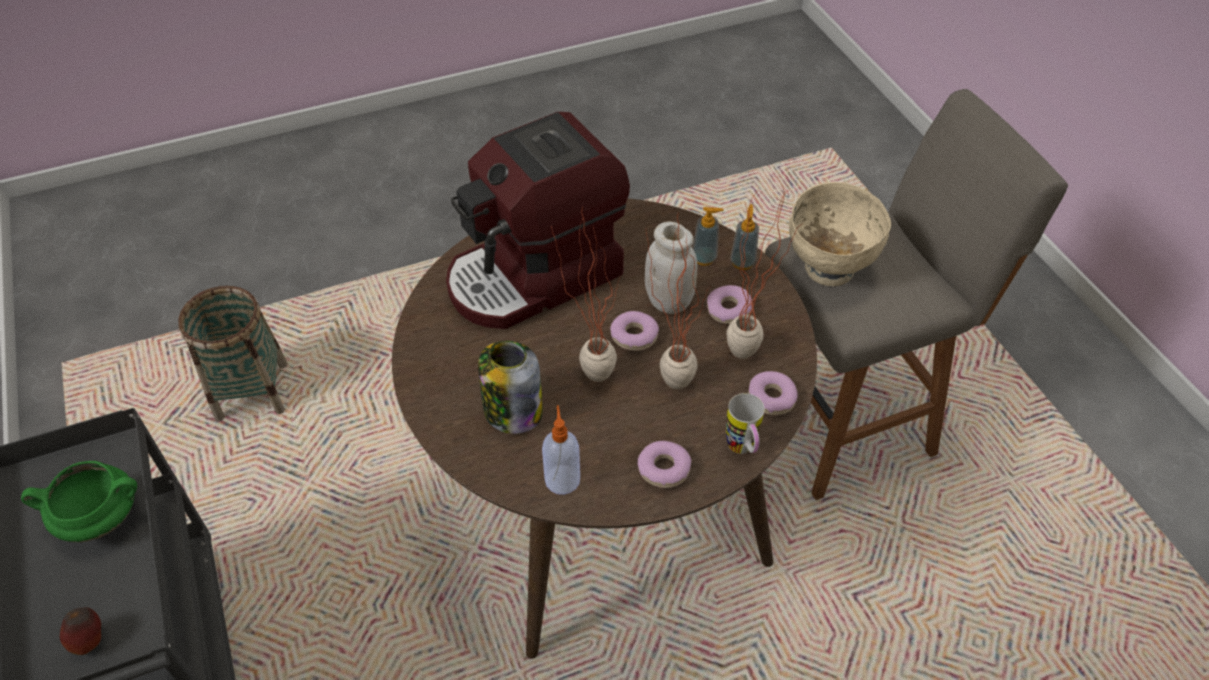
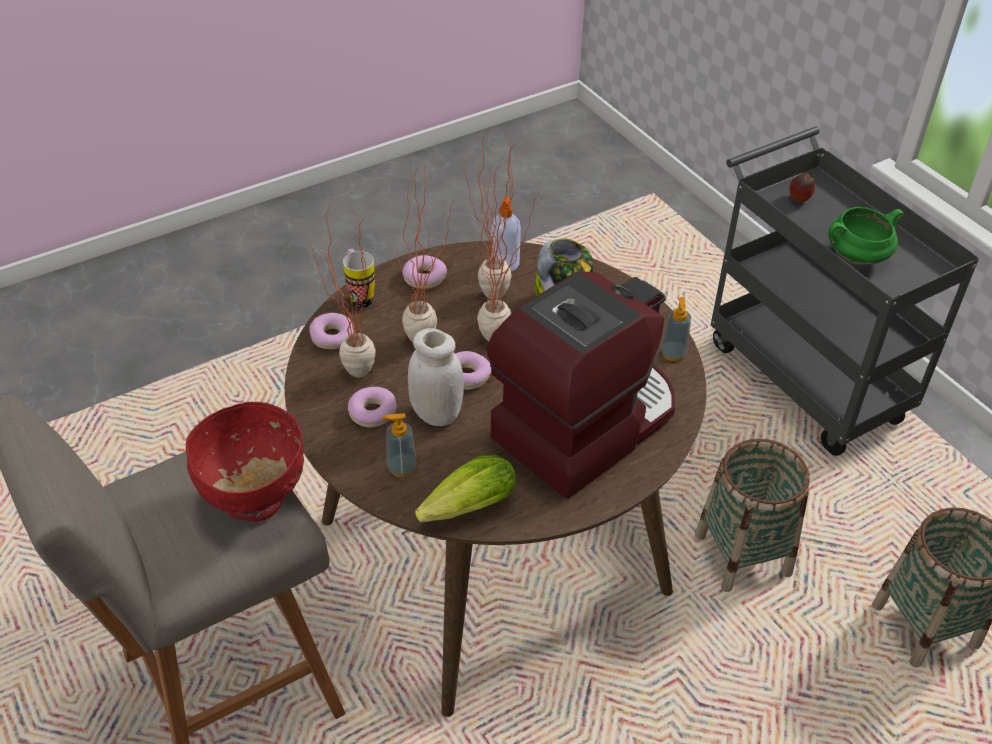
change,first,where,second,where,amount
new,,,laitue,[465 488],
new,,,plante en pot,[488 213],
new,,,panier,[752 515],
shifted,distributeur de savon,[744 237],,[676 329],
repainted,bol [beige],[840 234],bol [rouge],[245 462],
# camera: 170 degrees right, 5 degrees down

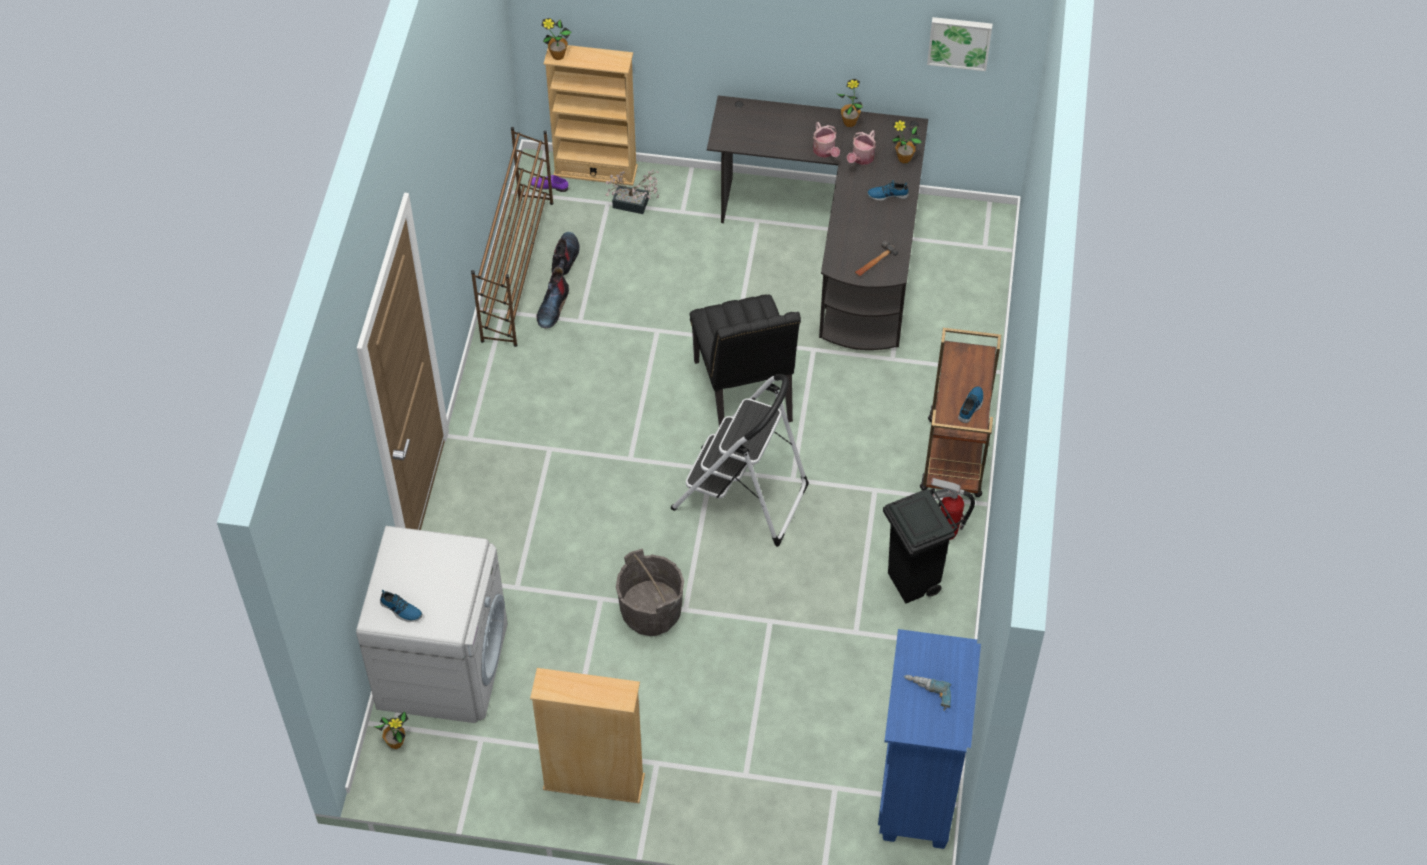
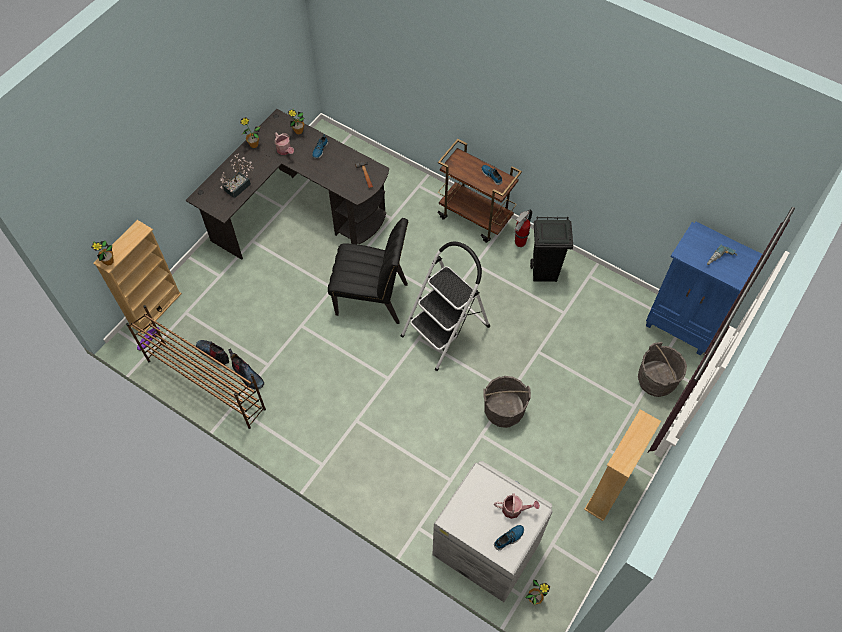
change,first,where,second,where,amount
gone,tableau,[960 44],,,
new,,,seau [gris],[662 369],
shifted,plante en pot,[632 192],,[237 176],
shifted,arrosoir,[826 140],,[517 506],
# camera: 65 degrees left, 5 degrees up

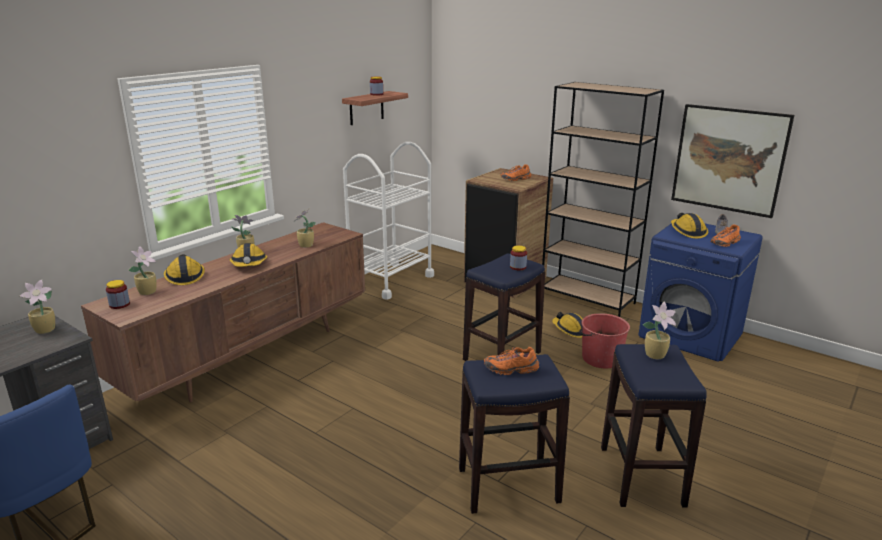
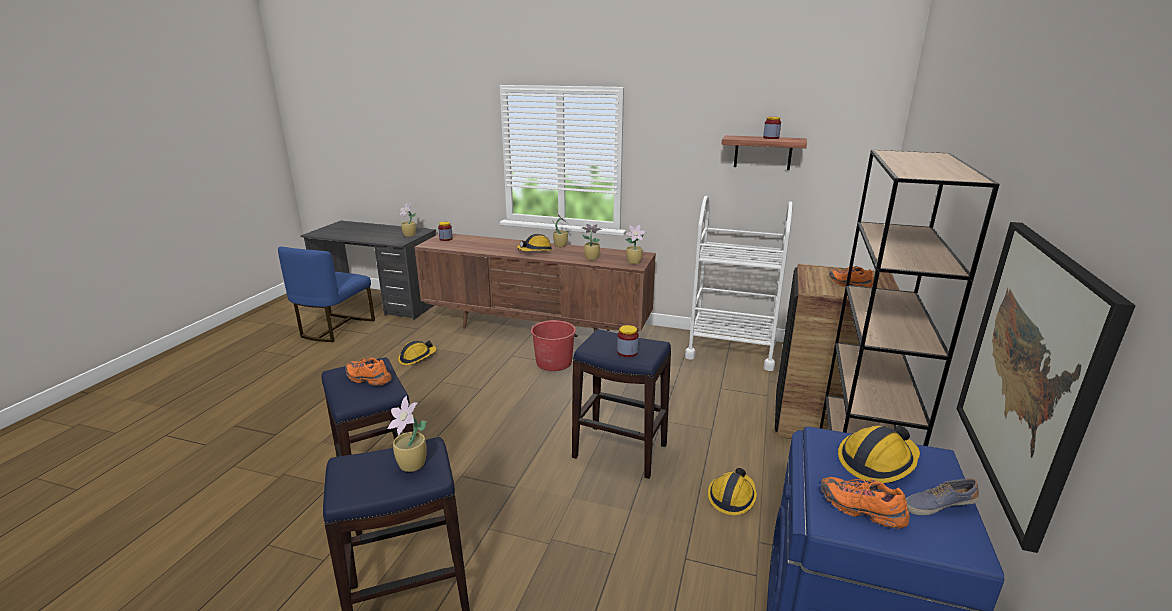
change,first,where,second,where,amount
shifted,plante en pot,[142 270],,[635 244],
shifted,casque de chantier,[184 269],,[417 352],
shifted,seau [rouge],[604 340],,[554 345],
rotated,chaussure [orange],[511 361],,[368 371],45 degrees counterclockwise
# camera: 70 degrees right, 0 degrees up

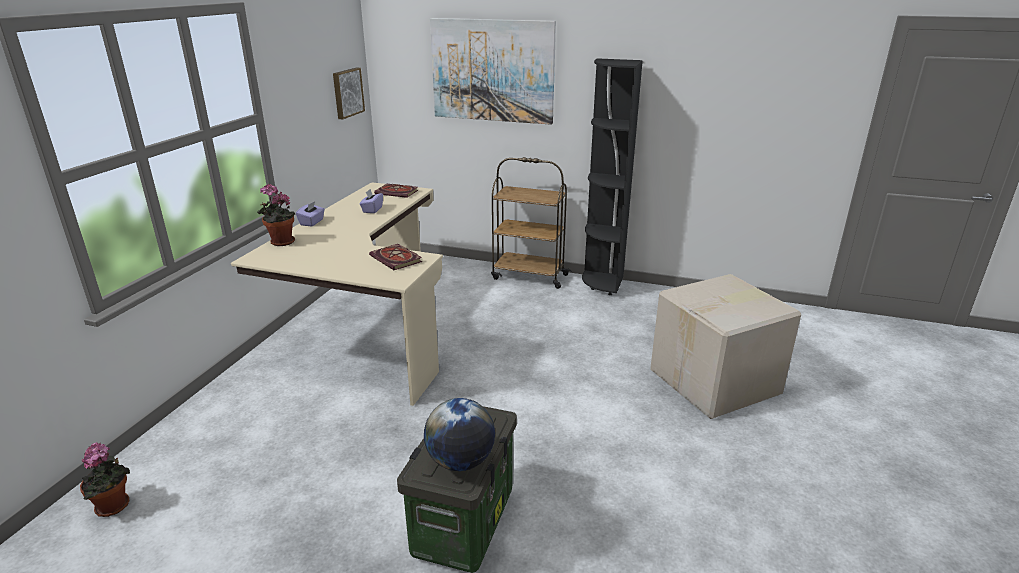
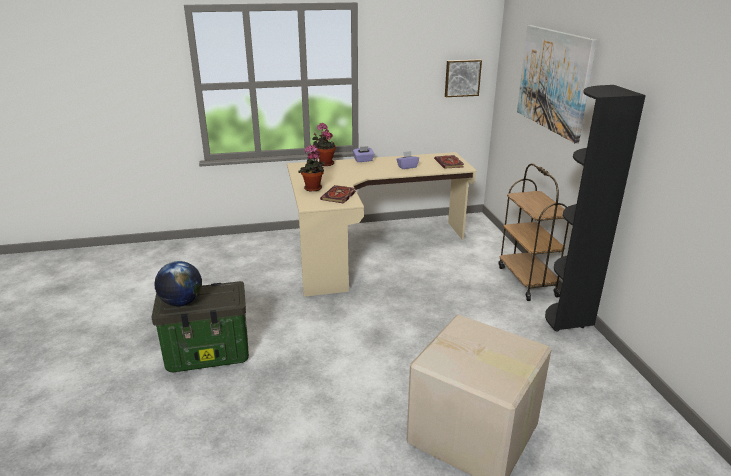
change,first,where,second,where,amount
shifted,plante en pot,[105 479],,[311 168],
# camera: 60 degrees right, 0 degrees up

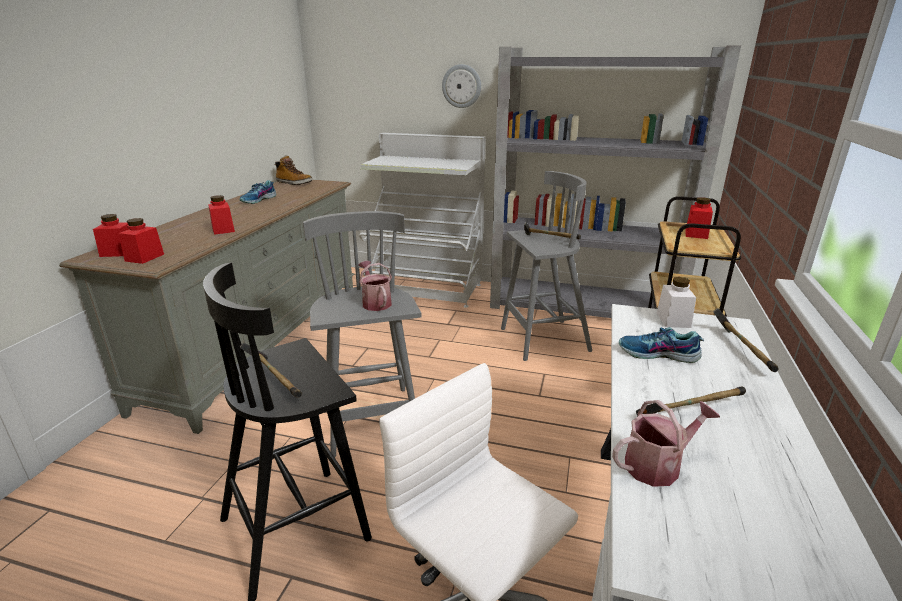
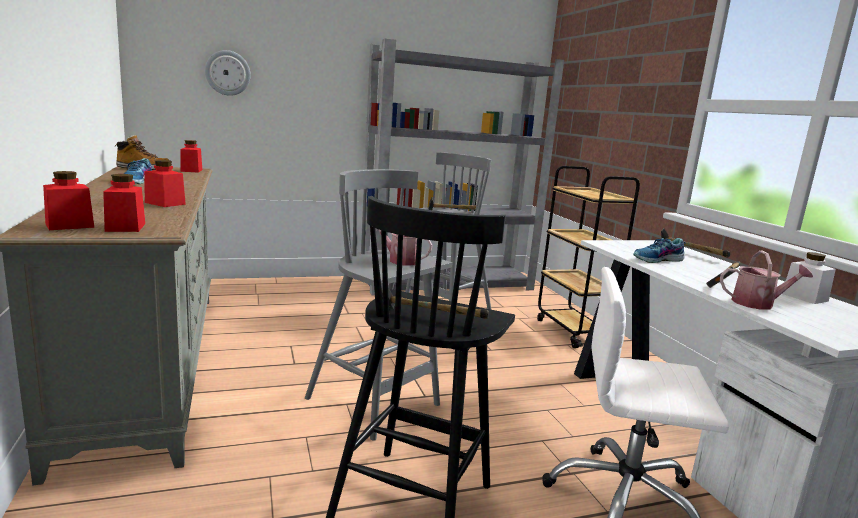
change,first,where,second,where,amount
gone,étagère à chaussures [blanc],[422 220],,,
shifted,horloge murale,[461 86],,[228 73],
shifted,bocal [blanc],[676 302],,[809 278],
shifted,bocal [rouge],[699 218],,[191 156],
rotated,arrosoir,[666 443],,[766 280],60 degrees clockwise
# camera: 35 degrees left, 10 degrees down

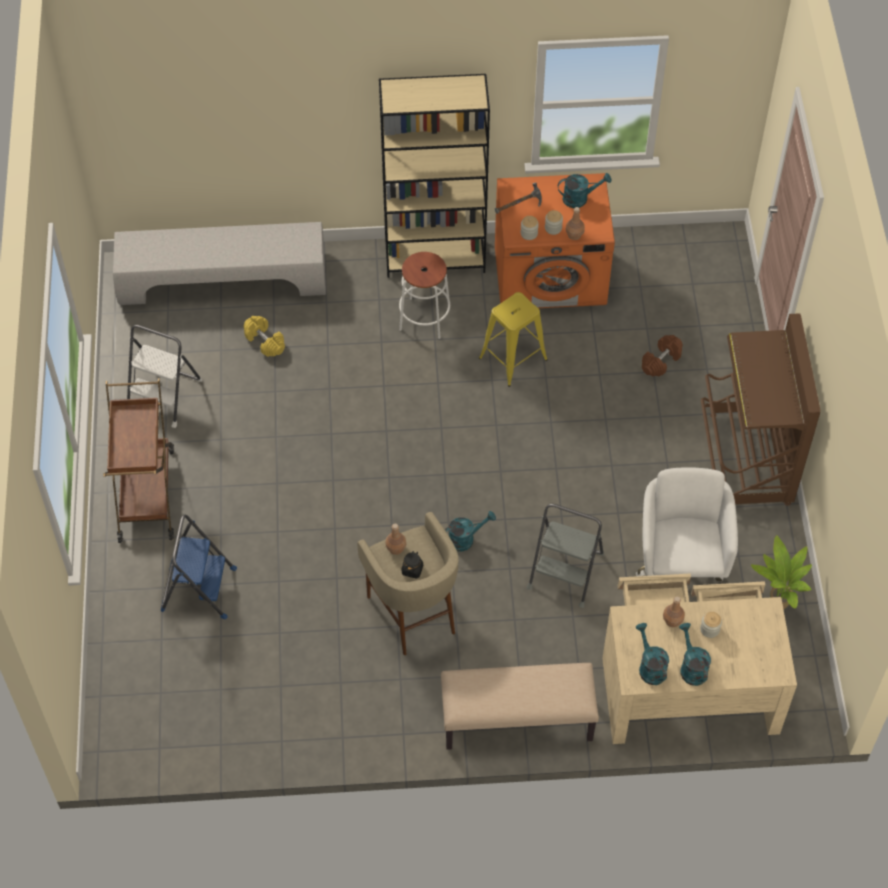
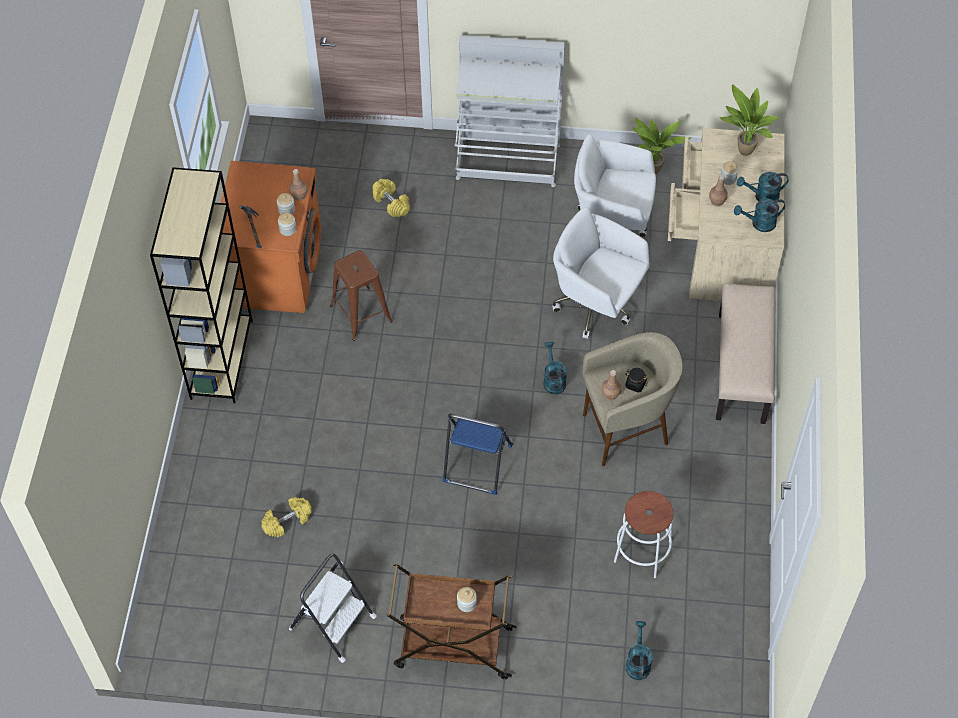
change,first,where,second,where,amount
gone,banc [gris],[219 263],,,
new,,,bocal,[467 599],
new,,,plante en pot,[749 120],
shifted,escabeau [bleu],[199 567],,[478 454],
shifted,tabouret [blanc],[424 295],,[643 534],
shifted,arrosoir [turquoise],[584 190],,[639 650],
swapped,escabeau [gris],[565 556],chaise de bureau [blanc],[600 273],
repainted,tabouret [jaune],[513 339],tabouret [marron],[361 295],
repainted,haltère [marron],[662 355],haltère [jaune],[391 198],
repainted,étagère à chaussures [marron],[761 409],étagère à chaussures [blanc],[509 111],
# camera: 80 degrees left, 0 degrees up

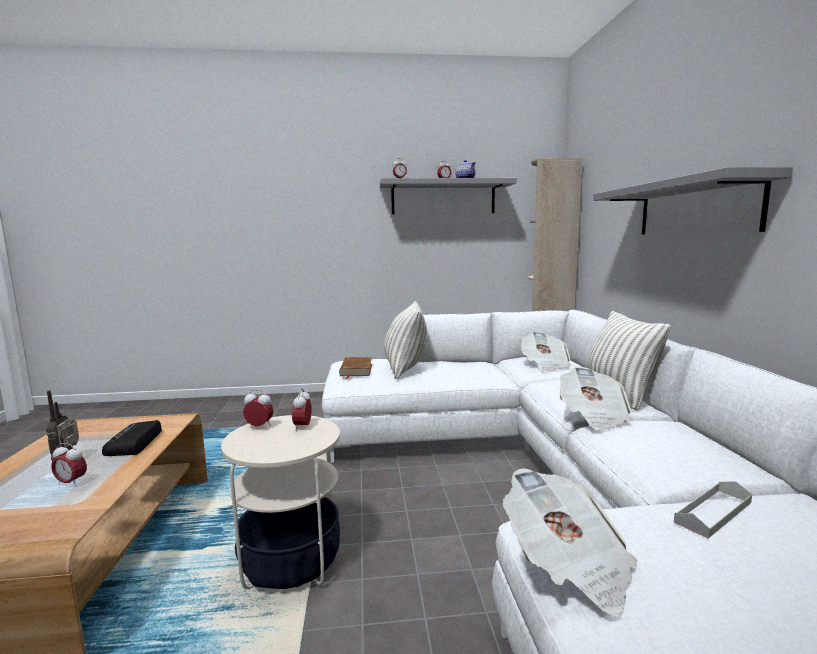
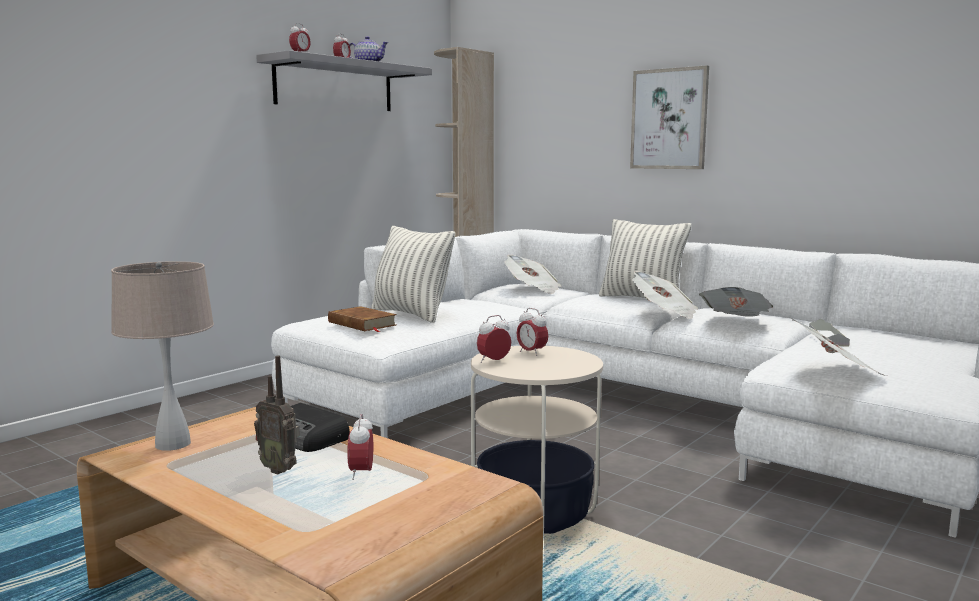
change,first,where,second,where,amount
new,,,lampe de table [beige],[162 356],
new,,,journal,[736 302],
swapped,étagère [gris],[693 201],tableau,[669 117],
rotated,réveil,[69 465],,[360 447],120 degrees clockwise
# camera: 45 degrees left, 0 degrees up

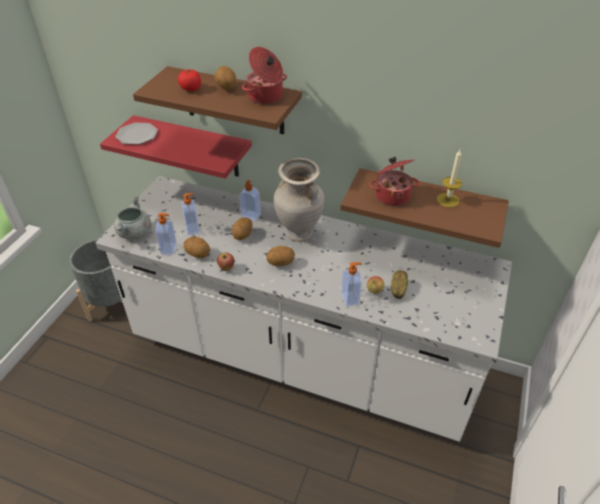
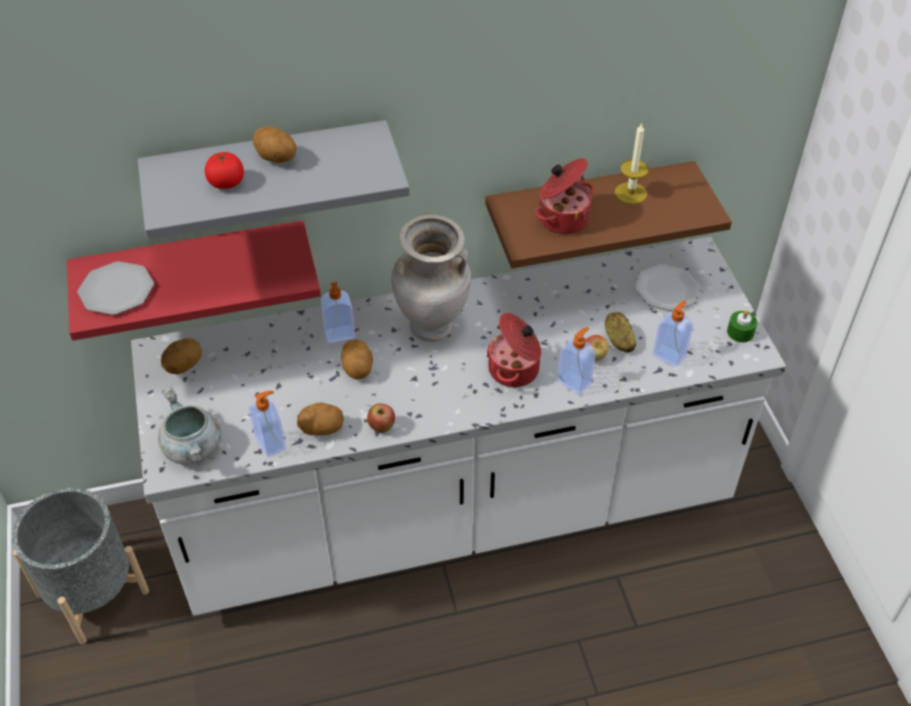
change,first,where,second,where,amount
new,,,assiette,[667 287],
new,,,bougie [vert],[742 326],
shifted,distributeur de savon,[190 214],,[673 334],
shifted,marmite,[264 75],,[513 350],
shifted,pomme de terre,[280 256],,[181 356],
repainted,étagère [marron],[217 100],étagère [gris],[274 179],
# camera: 35 degrees left, 5 degrees up

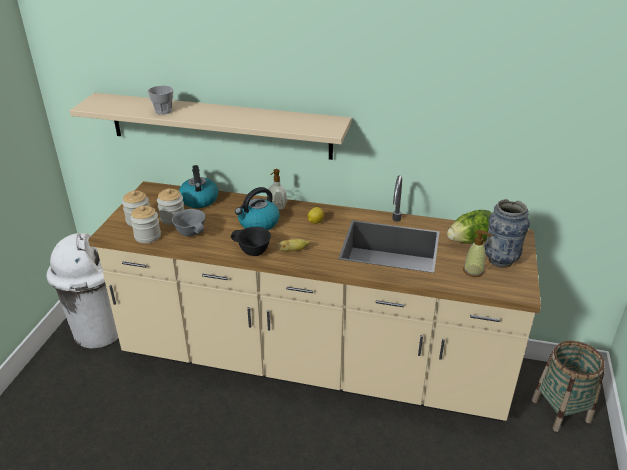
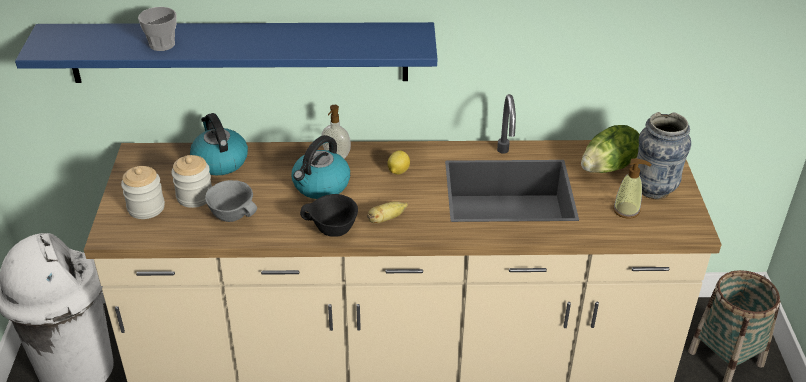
change,first,where,second,where,amount
gone,bocal,[145 224],,,
repainted,étagère [beige],[210 126],étagère [bleu],[226 52],
# camera: 15 degrees left, 5 degrees up

